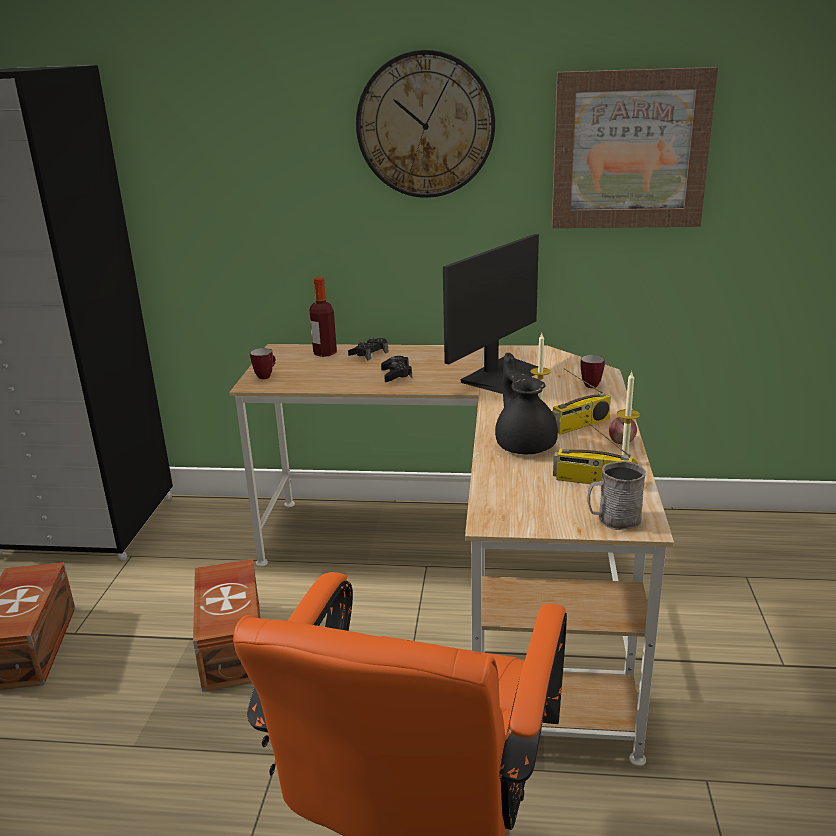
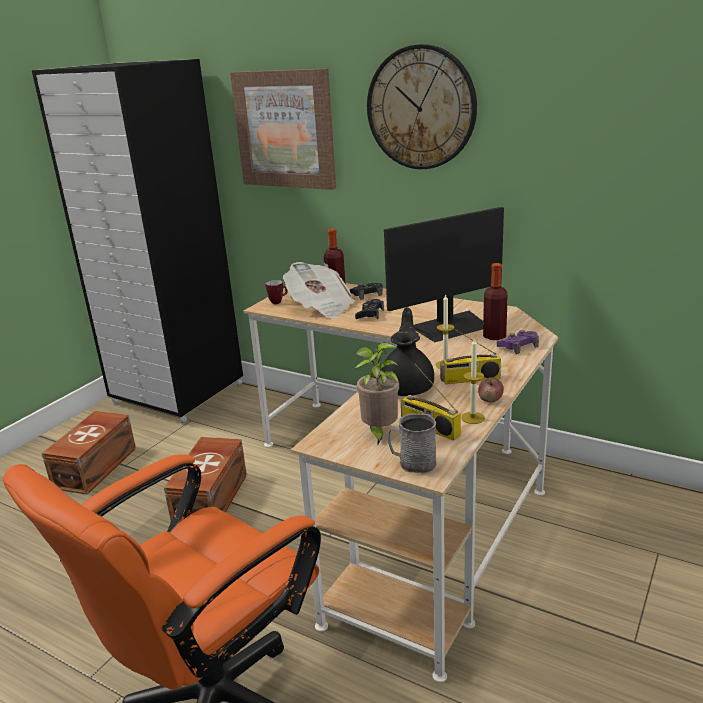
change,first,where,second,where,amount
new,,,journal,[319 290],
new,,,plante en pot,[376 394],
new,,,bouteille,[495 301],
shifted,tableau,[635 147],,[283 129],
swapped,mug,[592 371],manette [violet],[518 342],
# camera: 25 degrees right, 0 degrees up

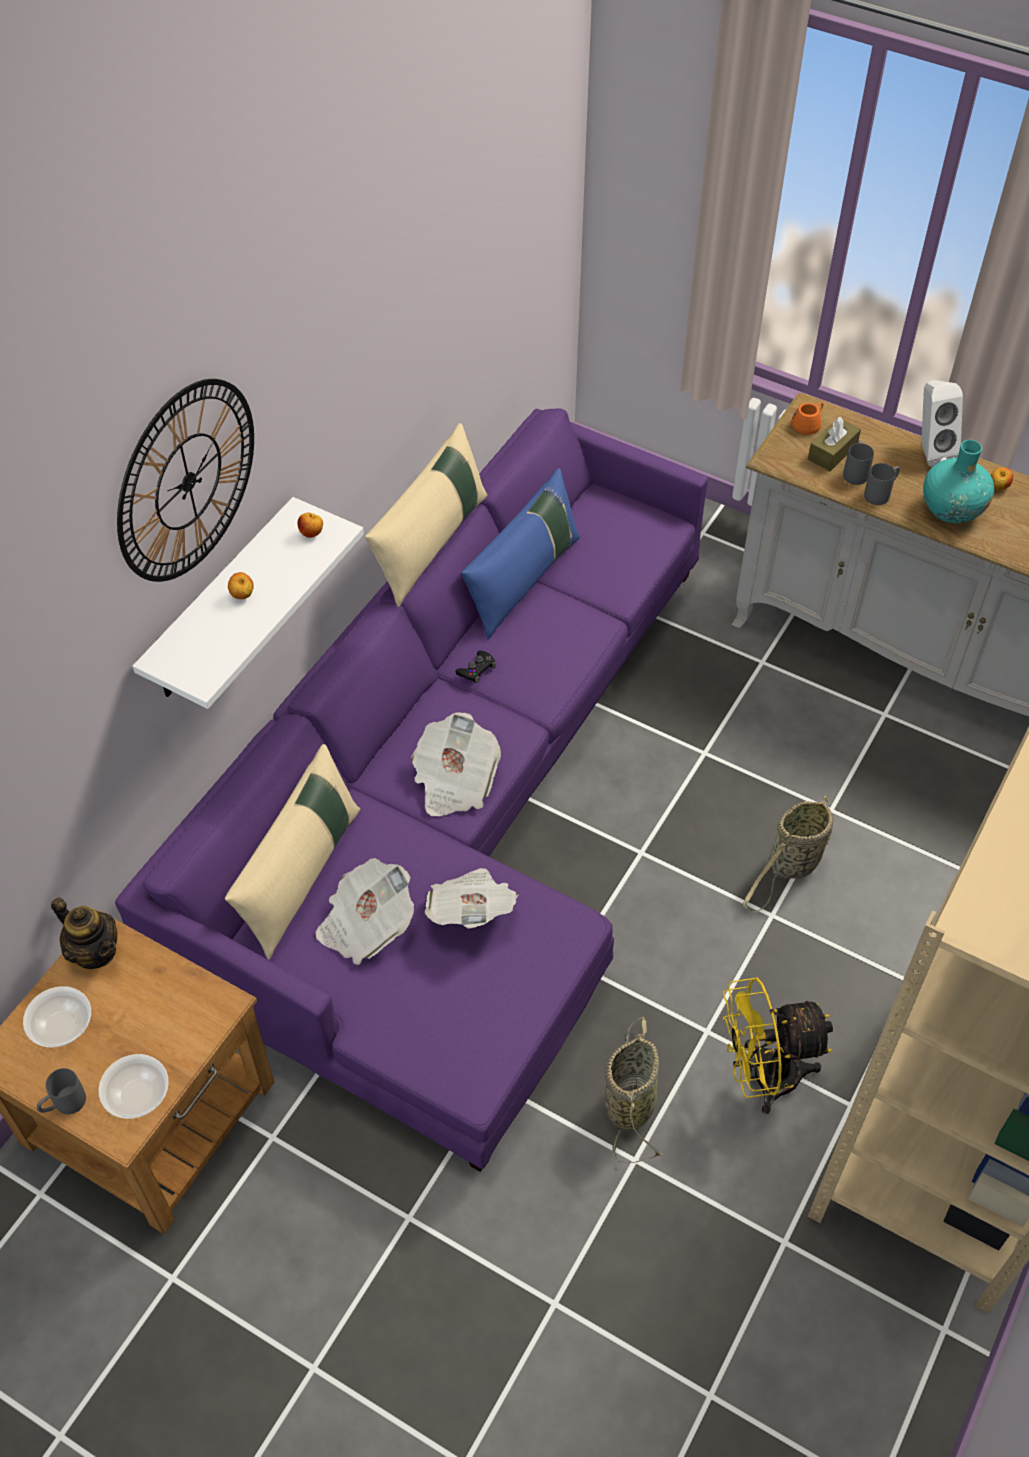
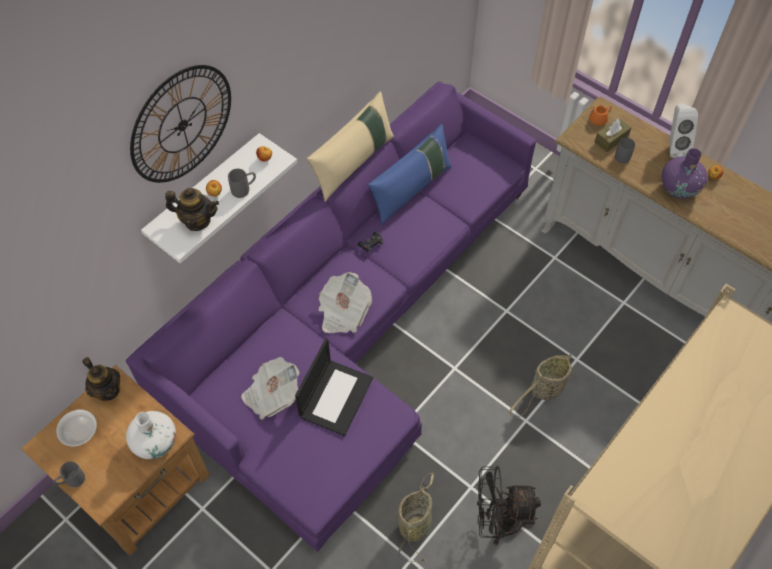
change,first,where,second,where,amount
gone,bol,[133 1086],,,
gone,coussin [beige],[292 851],,,
new,,,vase [blanc],[151 435],
new,,,théière,[192 209],
shifted,mug [gris],[882 484],,[242 183],
swapped,journal,[471 898],ordinateur portable,[334 387],
repainted,ventilateur [jaune],[778 1045],ventilateur [noir],[509 505],
repainted,vase [turquoise],[958 482],vase [violet],[685 173],
# camera: 10 degrees right, 5 degrees up

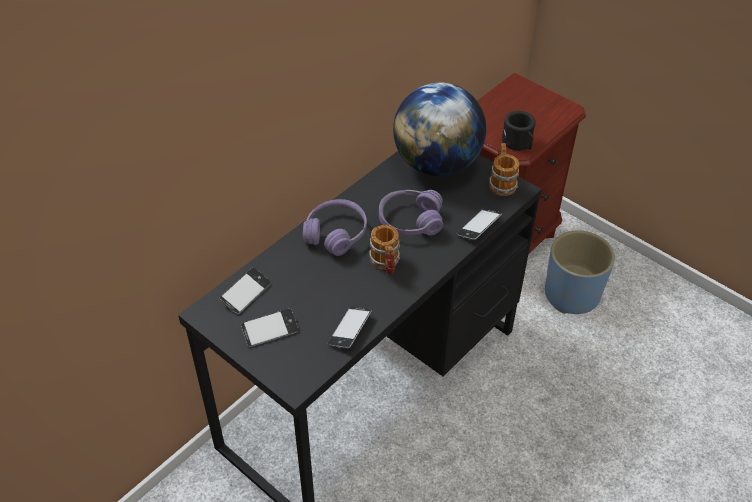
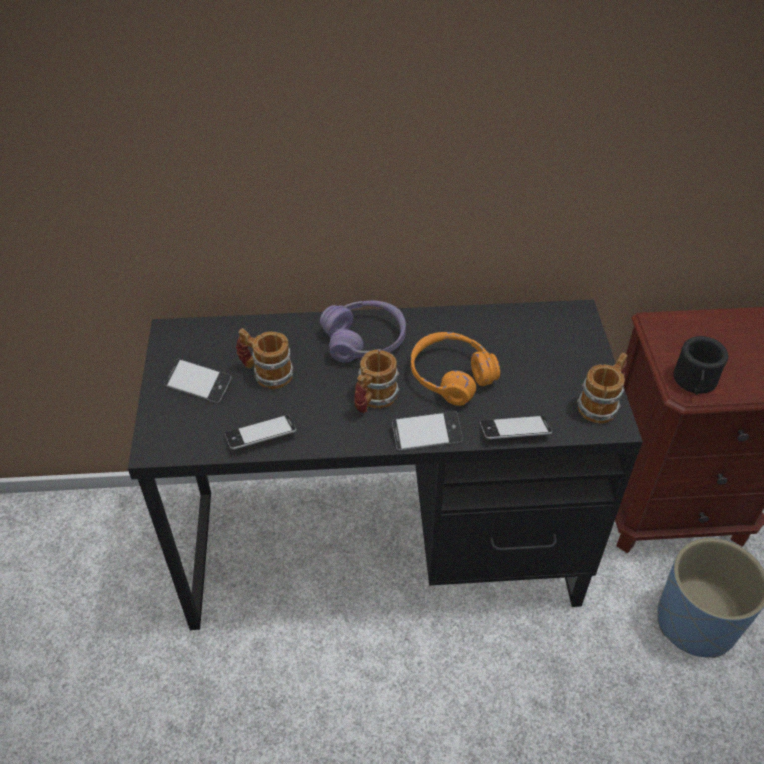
change,first,where,second,where,amount
gone,globe,[439 129],,,
new,,,mug,[264 358],
shifted,téléphone,[245 290],,[427 431],
repainted,casque audio [violet],[411 212],casque audio [orange],[455 369],
# camera: 45 degrees right, 0 degrees up

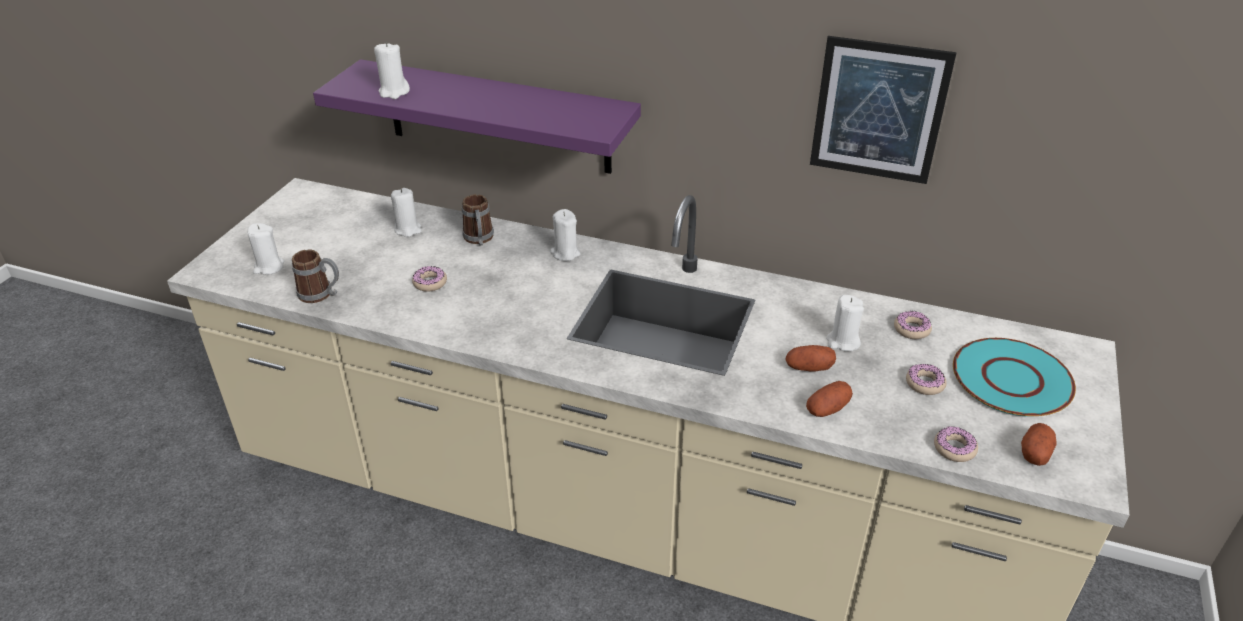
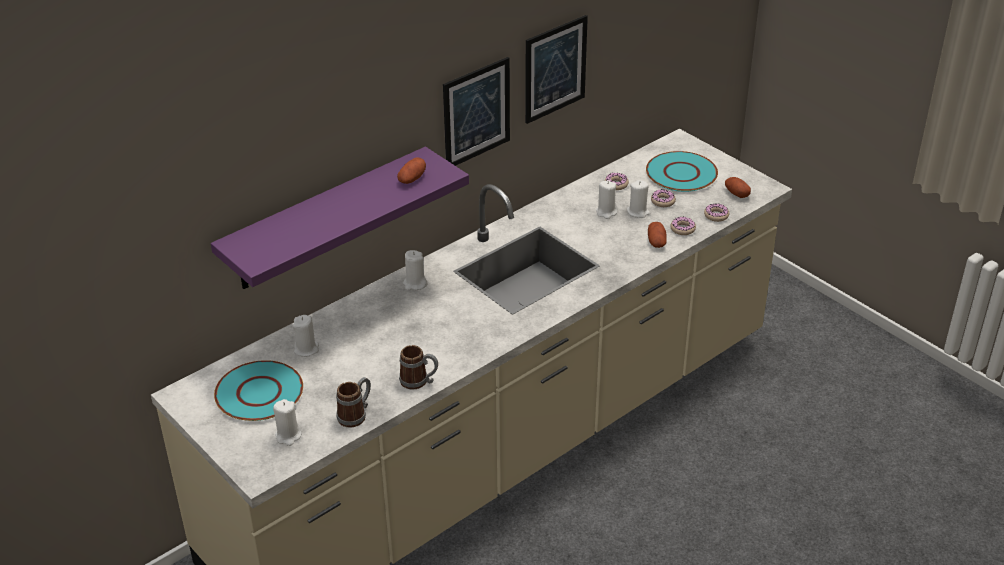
change,first,where,second,where,amount
new,,,assiette [turquoise],[258 390],
new,,,tableau,[476 111],
shifted,bougie [blanc],[392 70],,[638 199],
shifted,beignet,[429 279],,[683 226],
shifted,mug,[478 220],,[418 367],
shifted,pomme de terre,[810 358],,[411 170],
# camera: 60 degrees left, 0 degrees up

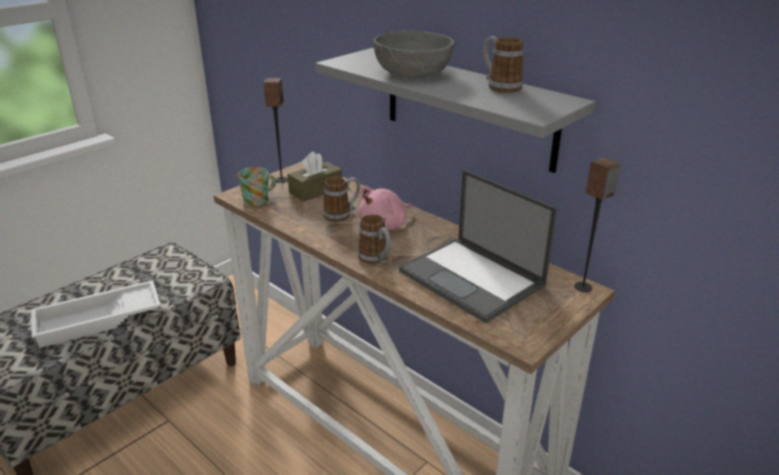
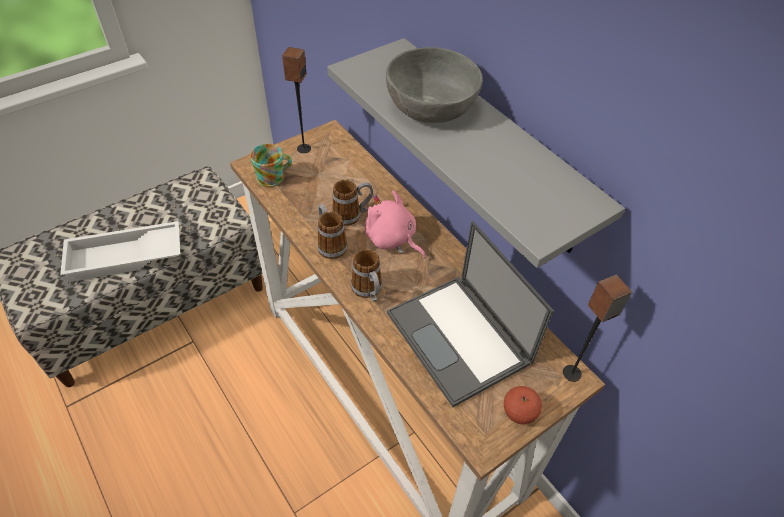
change,first,where,second,where,amount
gone,boîte à mouchoirs [marron],[314 176],,,
new,,,pomme,[523 405],
shifted,mug,[503 64],,[332 231],
rotated,peluche [rose],[385 208],,[395 224],75 degrees clockwise
# camera: 10 degrees right, 20 degrees up

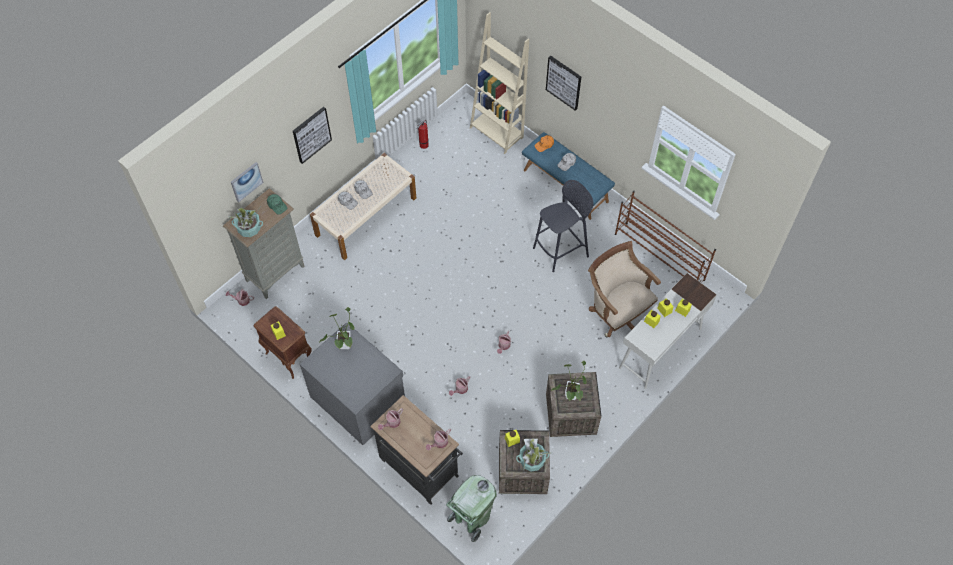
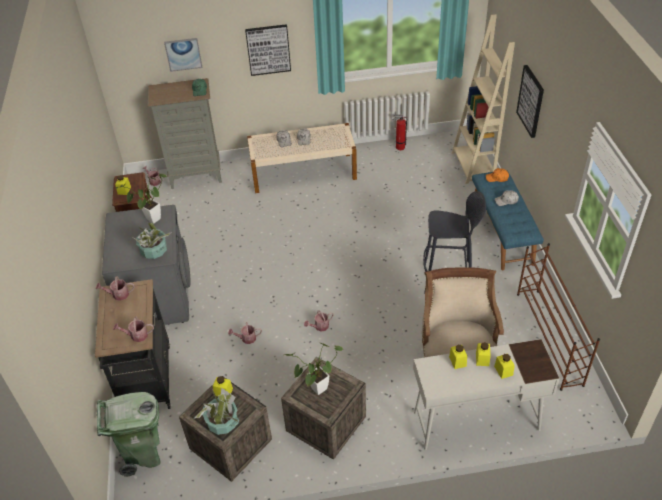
change,first,where,second,where,amount
shifted,plante en pot,[245 222],,[153 241],
# camera: 40 degrees right, 15 degrees down

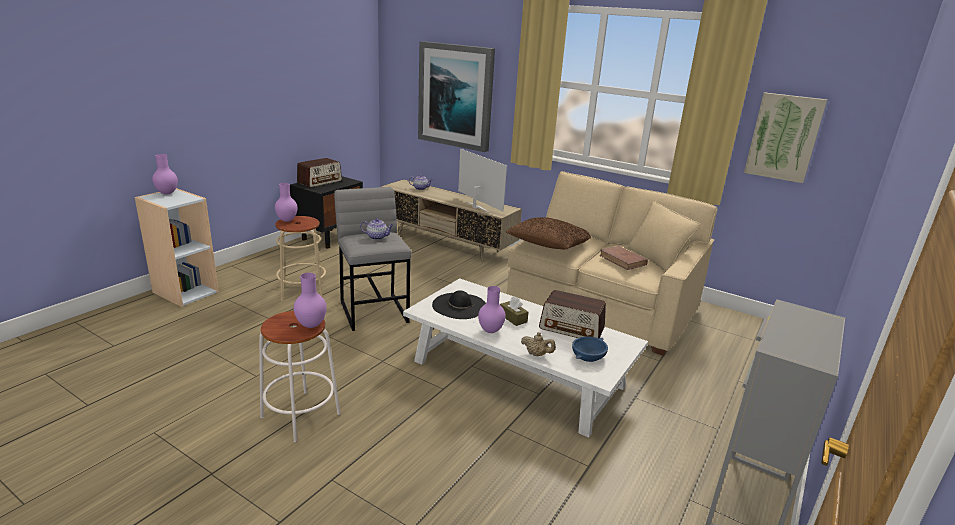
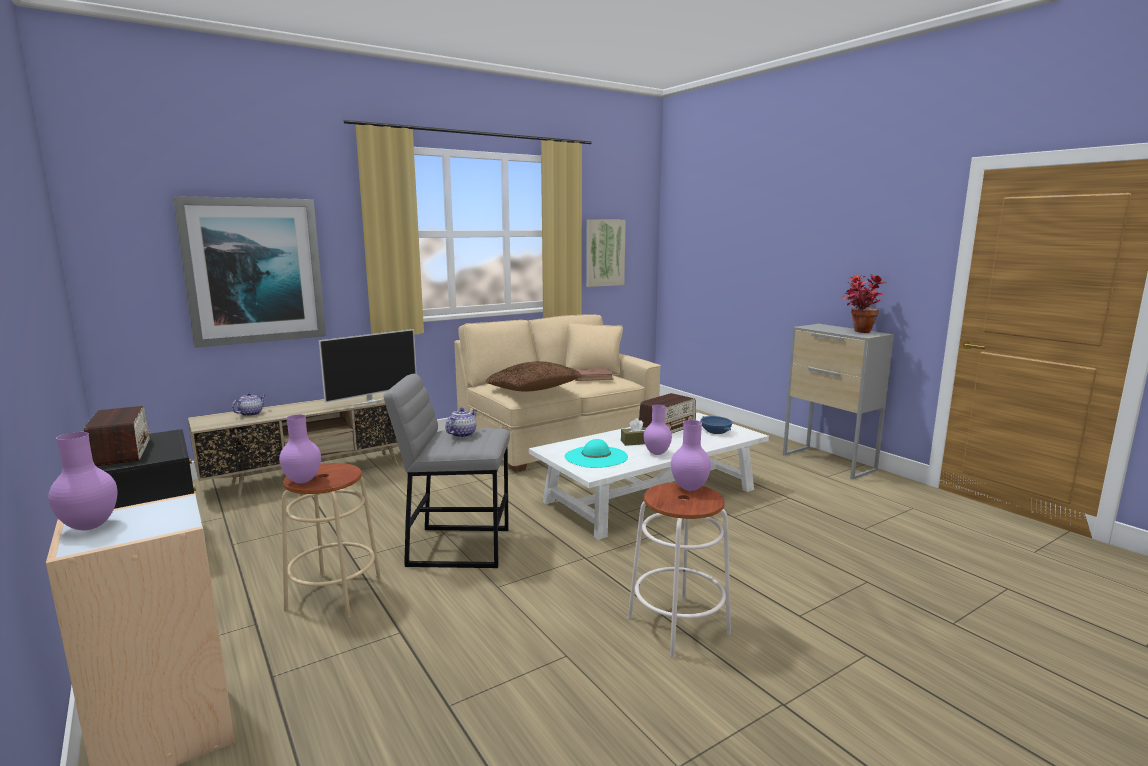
change,first,where,second,where,amount
gone,théière [beige],[538 344],,,
new,,,plante en pot,[864 303],
repainted,chapeau [noir],[459 304],chapeau [turquoise],[596 453],
rotated,téléviseur,[482 181],,[368 367],150 degrees clockwise
# camera: 65 degrees left, 10 degrees down

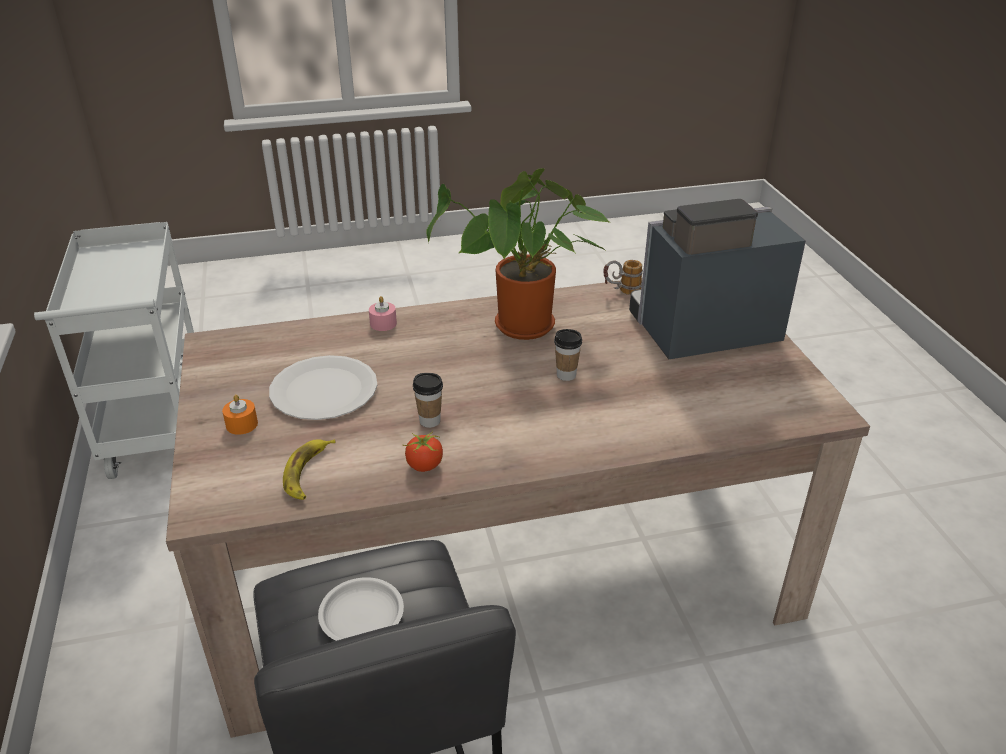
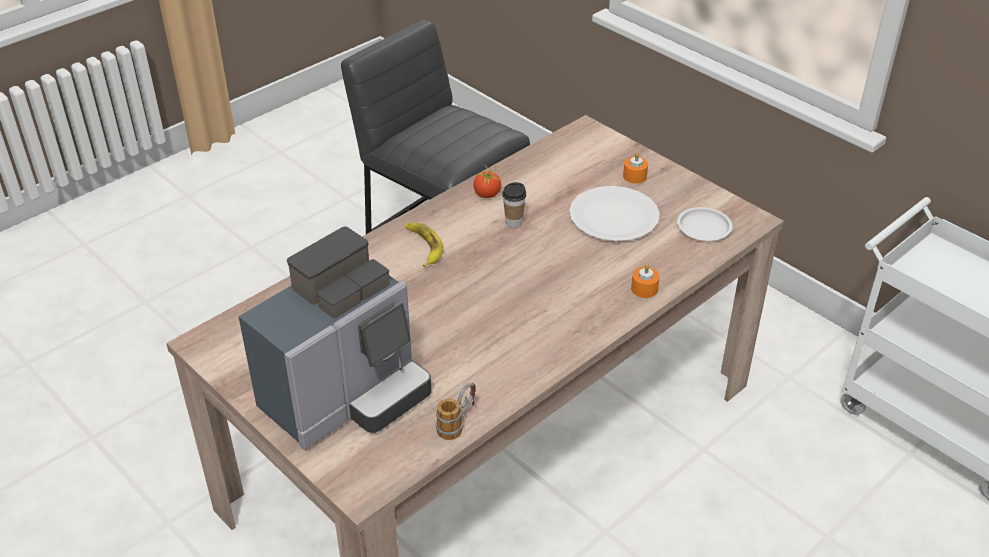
change,first,where,second,where,amount
gone,plante en pot,[519 254],,,
gone,tasse,[568 355],,,
shifted,banane,[309 469],,[424 245],
shifted,assiette [blanc],[361 609],,[704 224],
repainted,bougie [rose],[383 313],bougie [orange],[645 281],
# camera: 150 degrees right, 5 degrees up

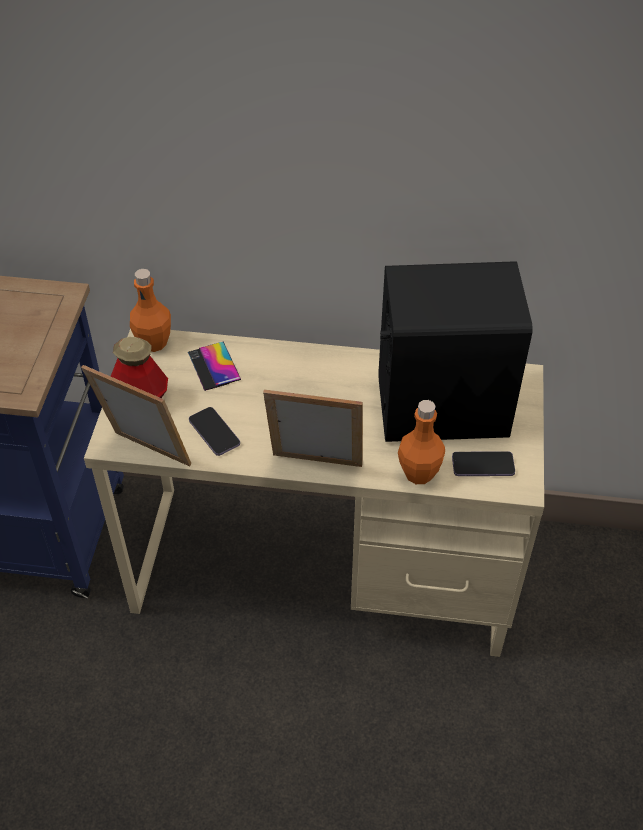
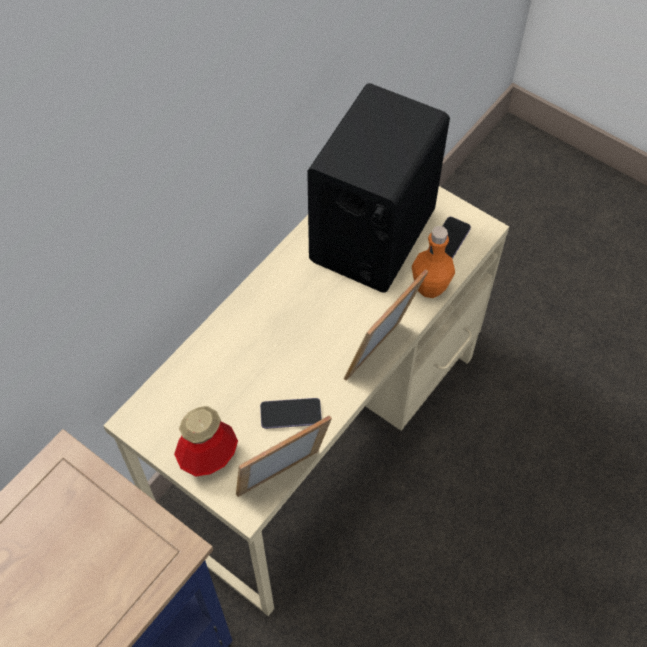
change,first,where,second,where,amount
gone,bouteille [orange],[150 310],,,
gone,téléphone,[214 366],,,
# camera: 60 degrees left, 10 degrees up

